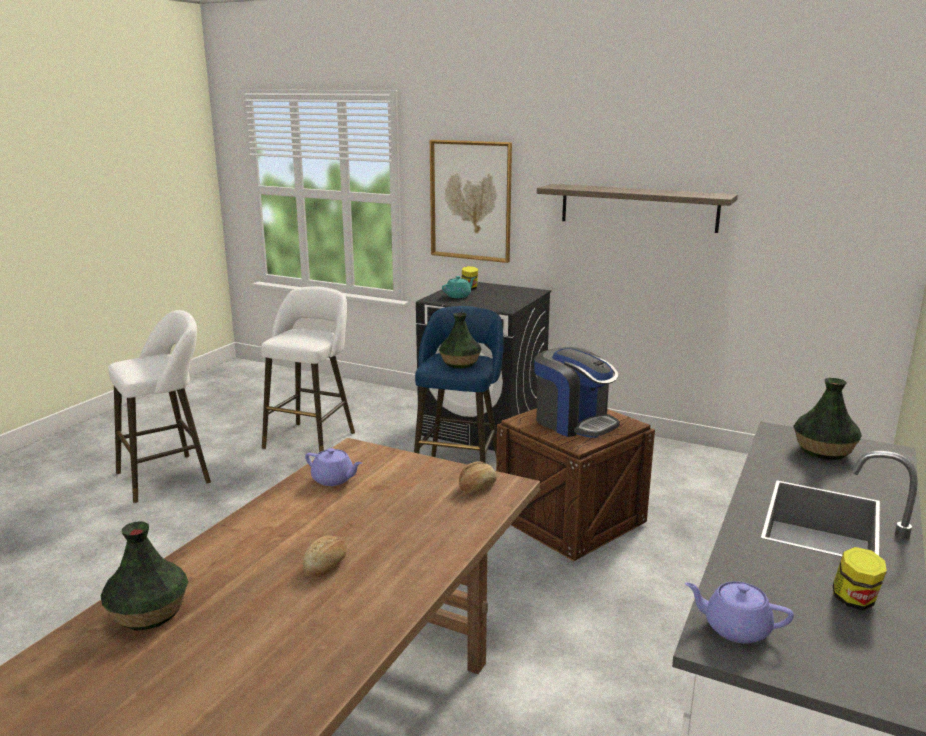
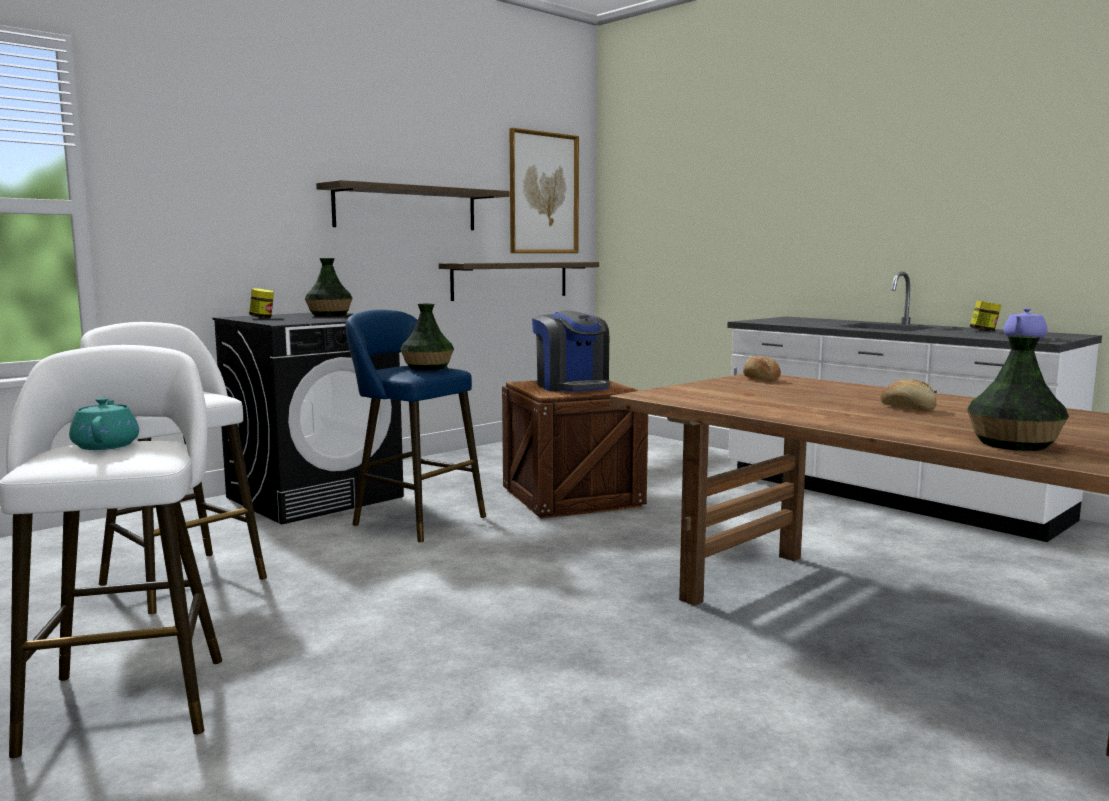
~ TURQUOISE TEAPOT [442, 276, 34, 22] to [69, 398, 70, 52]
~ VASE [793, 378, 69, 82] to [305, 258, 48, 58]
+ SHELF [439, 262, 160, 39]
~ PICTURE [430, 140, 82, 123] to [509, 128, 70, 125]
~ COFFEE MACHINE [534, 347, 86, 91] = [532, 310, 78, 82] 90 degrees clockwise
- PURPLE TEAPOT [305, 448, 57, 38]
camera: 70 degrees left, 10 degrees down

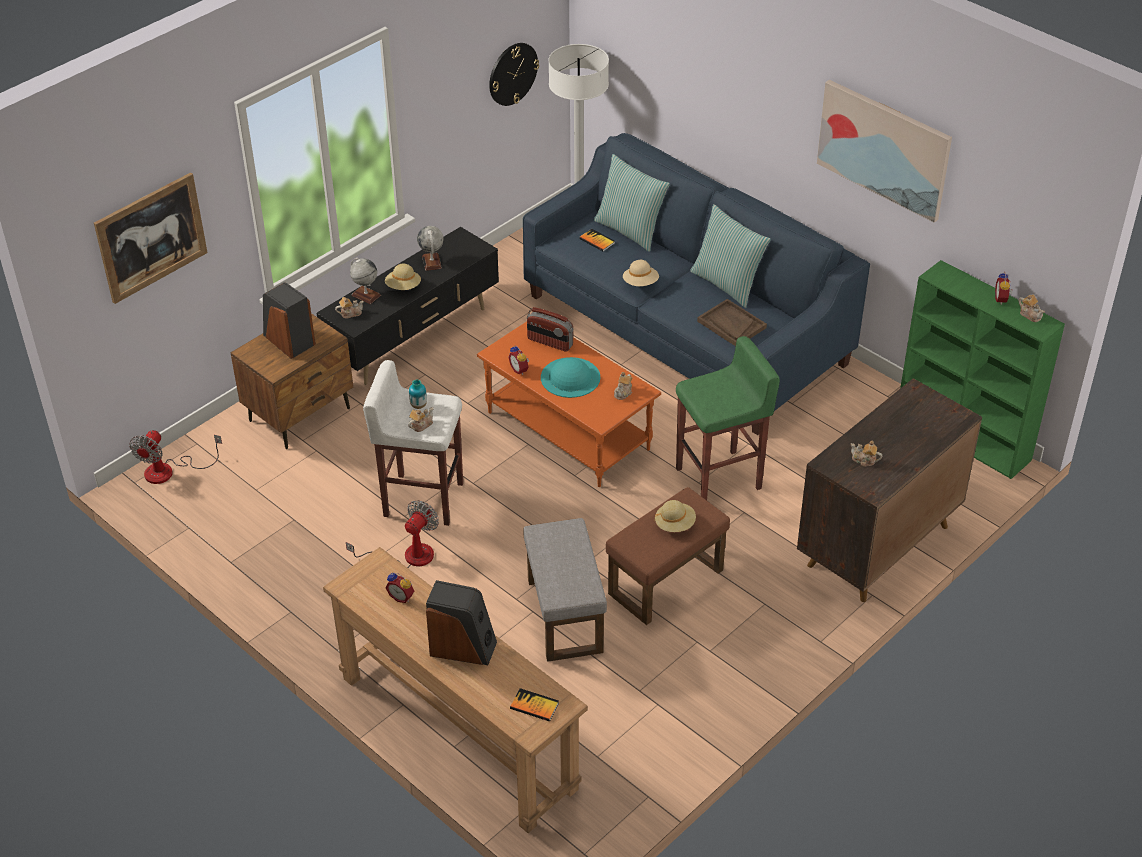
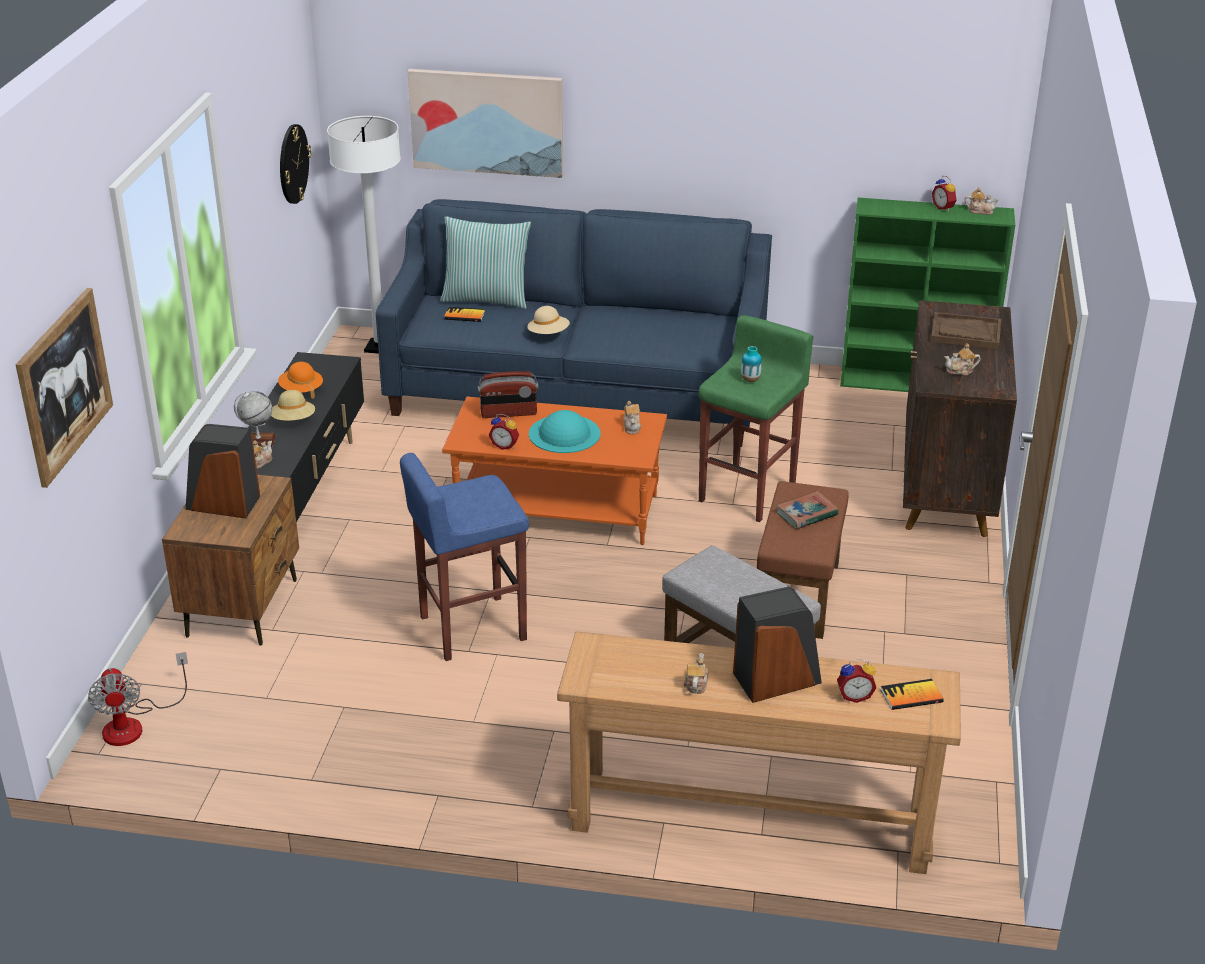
~ GLOBE [417, 226, 27, 45] to ORANGE HAT [278, 362, 45, 37]
~ WHITE STOOL [363, 360, 100, 166] to BLUE STOOL [400, 453, 129, 208]
~ PICTURE [817, 80, 135, 143] to [408, 69, 155, 109]
~ TEAPOT [408, 407, 25, 25] to [684, 653, 25, 41]
~ VASE [409, 380, 18, 29] to [741, 346, 21, 36]
~ BEIGE HAT [654, 500, 42, 32] to BOOK [776, 491, 63, 38]
~ ALARM CLOCK [386, 572, 28, 31] to [837, 659, 39, 44]
~ BROWN TRAY [697, 299, 70, 47] to [931, 312, 70, 37]
- FAN [346, 500, 93, 68]
- PILLOW [690, 204, 81, 104]
camera: 35 degrees left, 10 degrees down

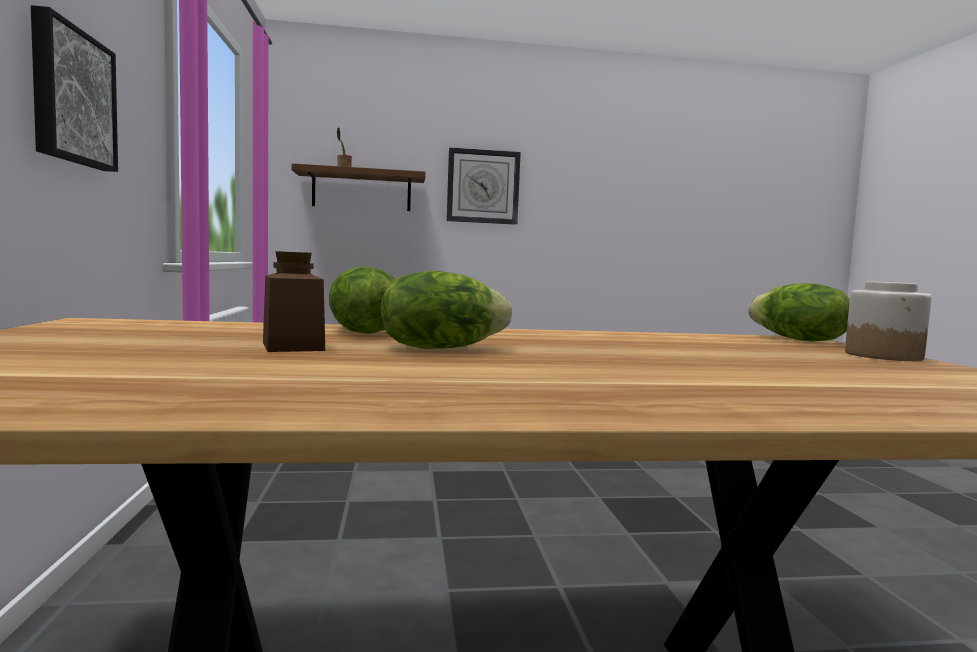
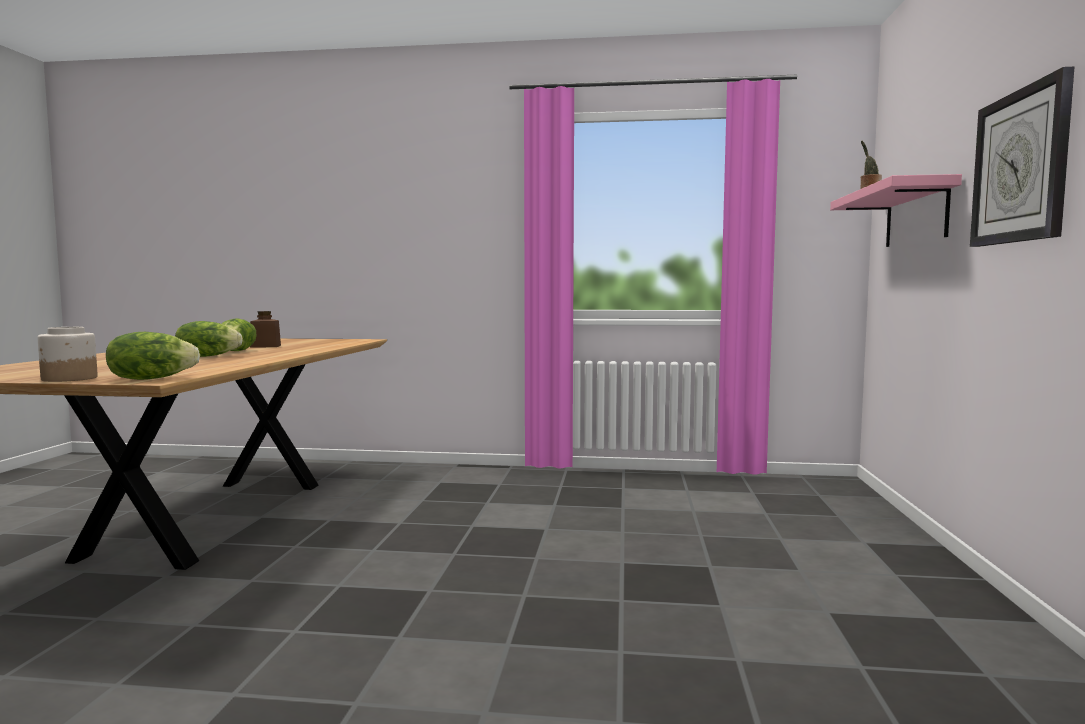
~ LETTUCE [329, 266, 66, 68] to [175, 321, 68, 36]
~ BROWN SHELF [292, 163, 134, 48] to PINK SHELF [830, 174, 132, 73]
- PICTURE [31, 5, 87, 167]
camera: 105 degrees right, 0 degrees up

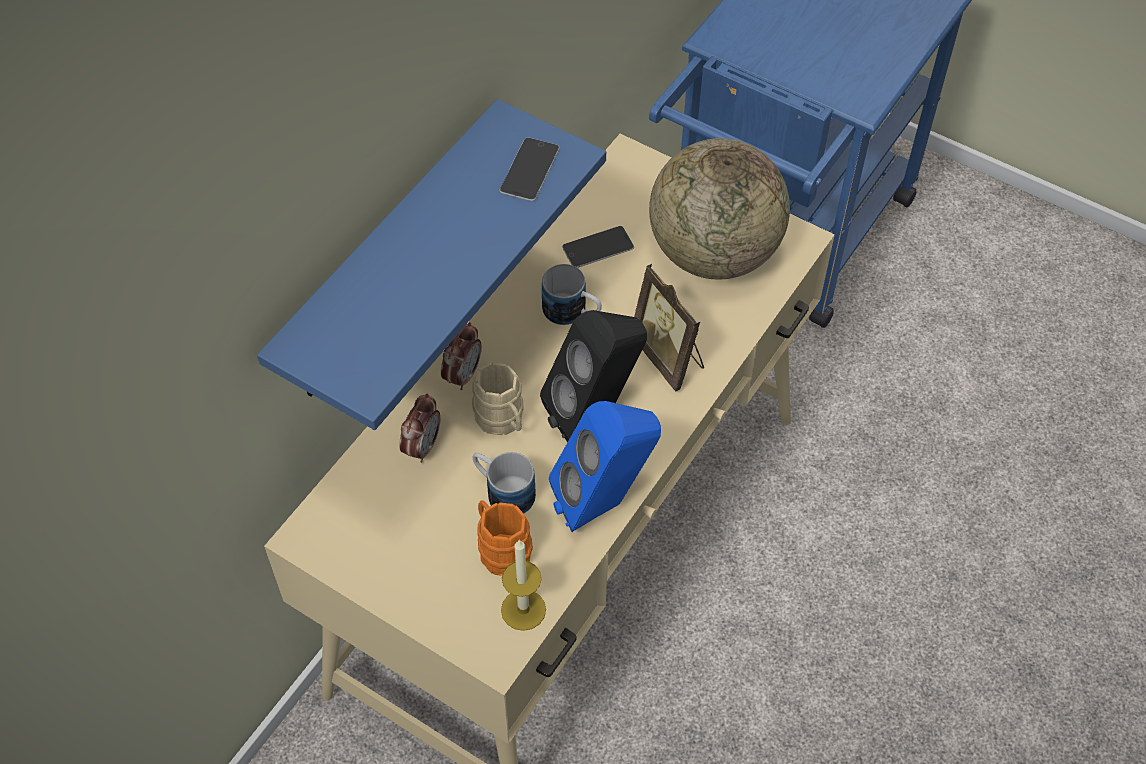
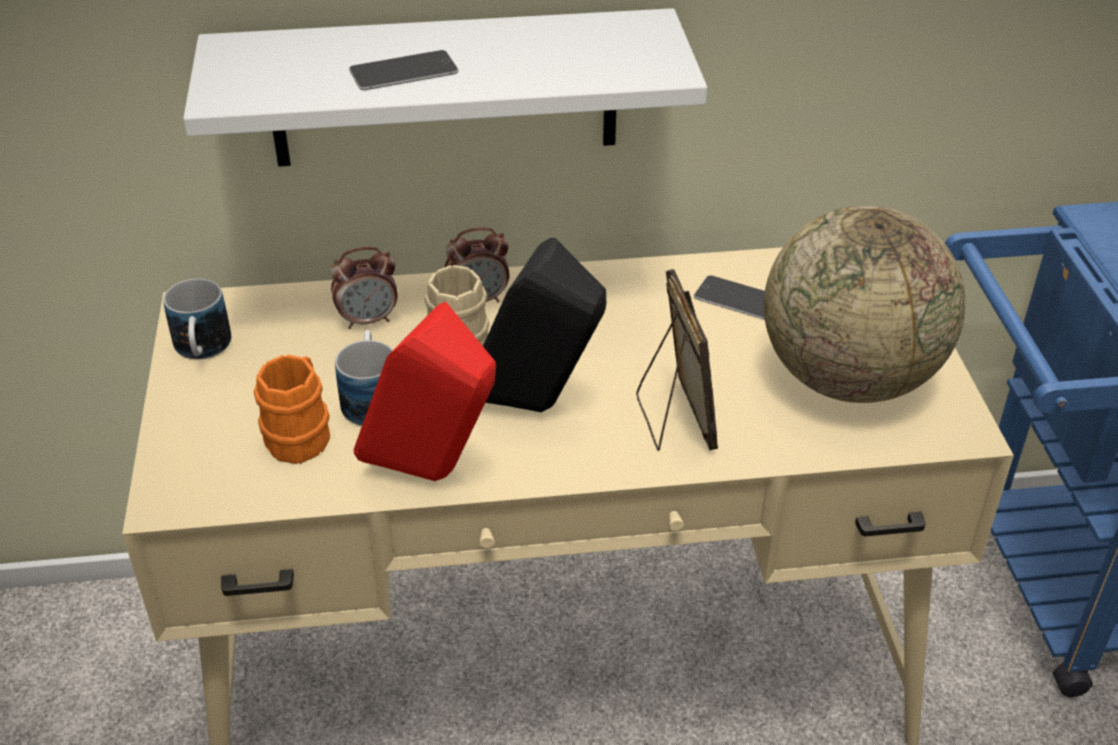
~ MUG [542, 264, 60, 61] to [163, 278, 69, 82]
~ BLUE SHELF [257, 99, 349, 331] to WHITE SHELF [183, 8, 524, 159]
~ PHONE [500, 138, 60, 63] to [349, 50, 110, 40]
~ BLUE SPEAKER [549, 401, 112, 131] to RED SPEAKER [354, 302, 142, 179]
~ PICTURE FRAME [634, 264, 70, 127] = [636, 269, 82, 182] 150 degrees clockwise
- CANDLE [501, 539, 45, 92]
camera: 50 degrees right, 15 degrees down

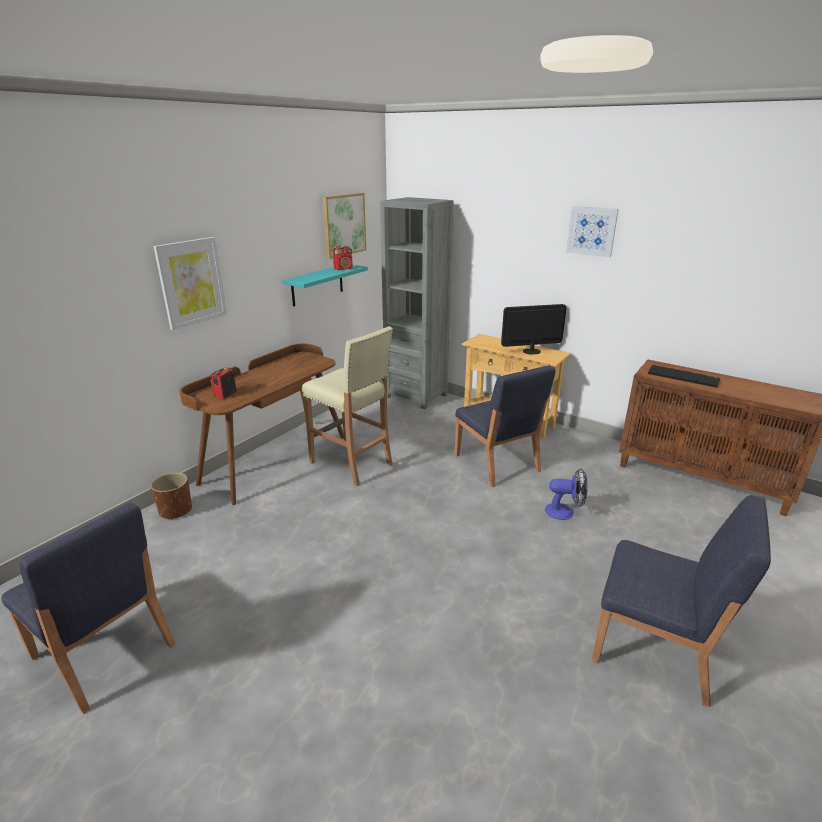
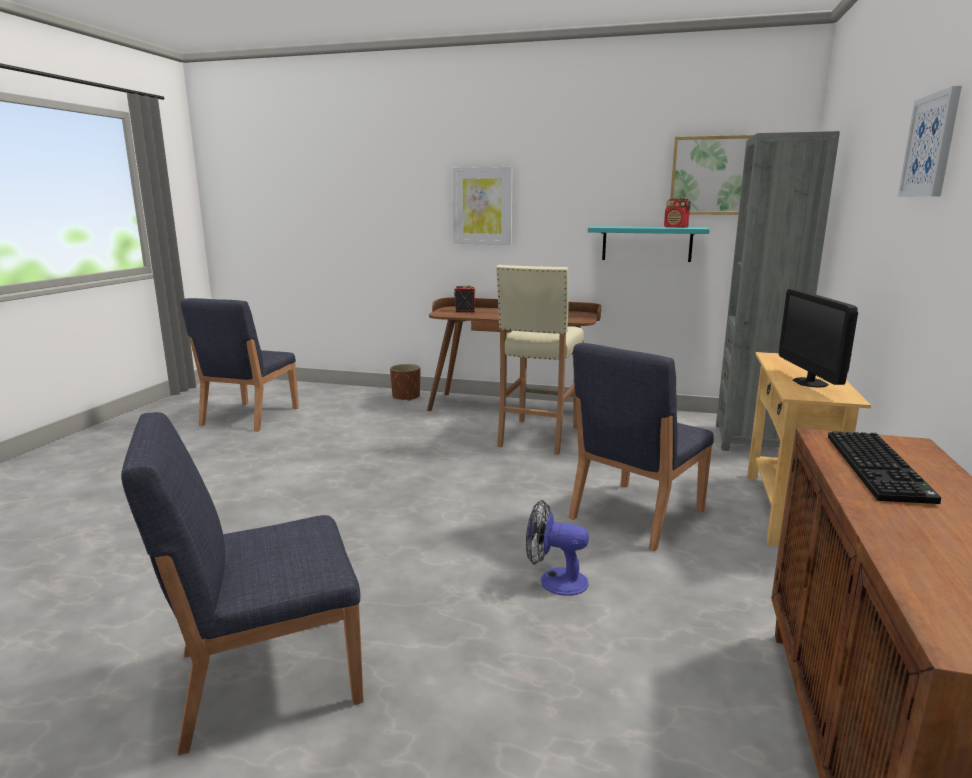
~ BLUE CHAIR [592, 495, 179, 212] = [121, 412, 243, 343] 60 degrees clockwise
~ FAN [545, 468, 43, 52] = [526, 500, 63, 96] 120 degrees clockwise
~ MONITOR [501, 304, 66, 51] = [779, 289, 79, 99] 150 degrees counterclockwise
camera: 70 degrees right, 10 degrees down

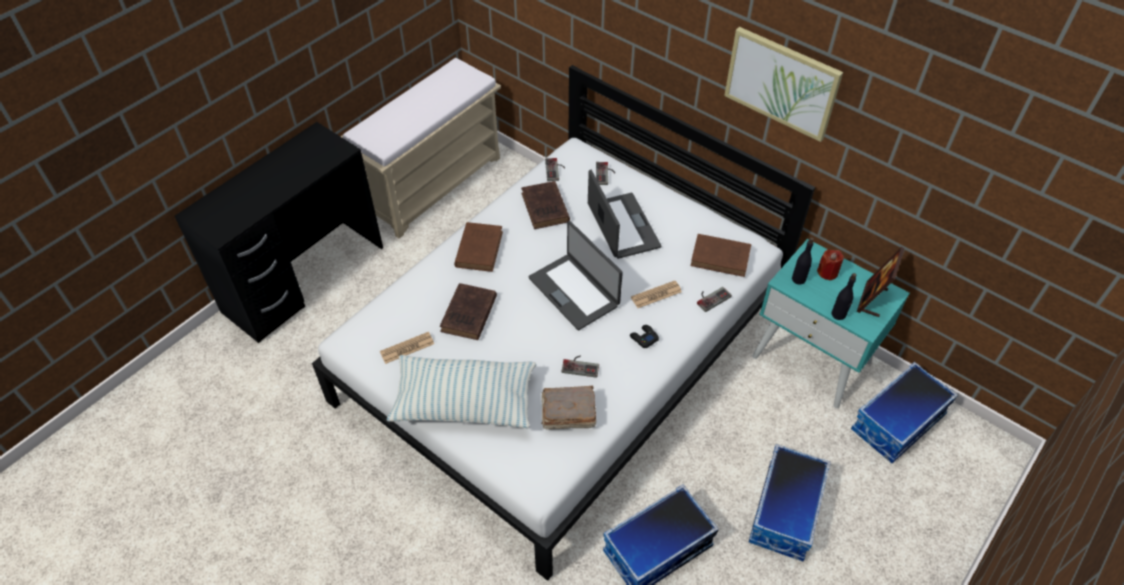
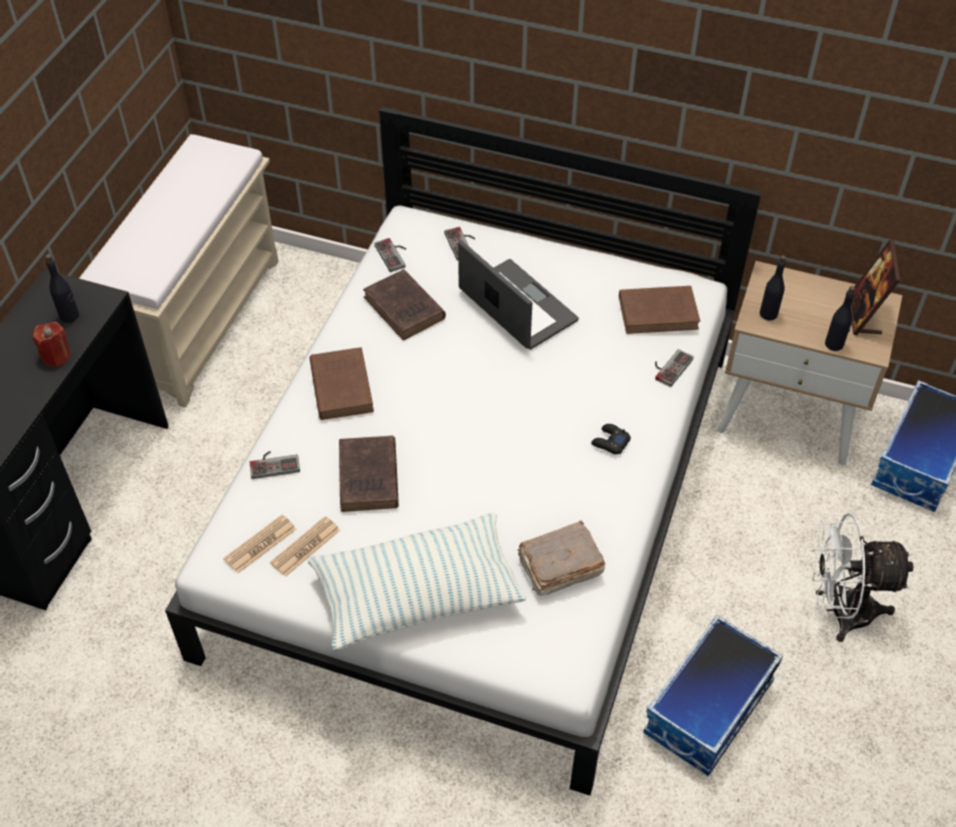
~ RED CANDLE [817, 250, 27, 31] to [32, 322, 39, 45]
+ BLACK BOTTLE [45, 254, 34, 69]
~ NEWSPAPER [631, 281, 51, 27] to [224, 515, 72, 58]
~ GAME CONTROLLER [561, 355, 38, 23] to [250, 451, 50, 28]
~ TURQUOISE NIGHTSTAND [752, 239, 158, 169] to BEIGE NIGHTSTAND [717, 261, 186, 204]
~ STORAGE BOX [749, 444, 82, 117] to WHITE FAN [812, 513, 101, 129]
- LAPTOP [529, 221, 94, 109]
- PICTURE [724, 27, 119, 115]
camera: 20 degrees left, 0 degrees up

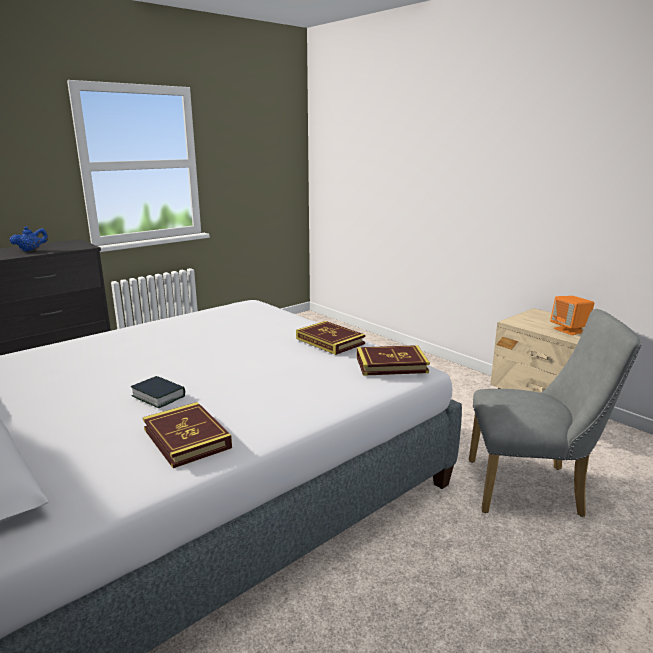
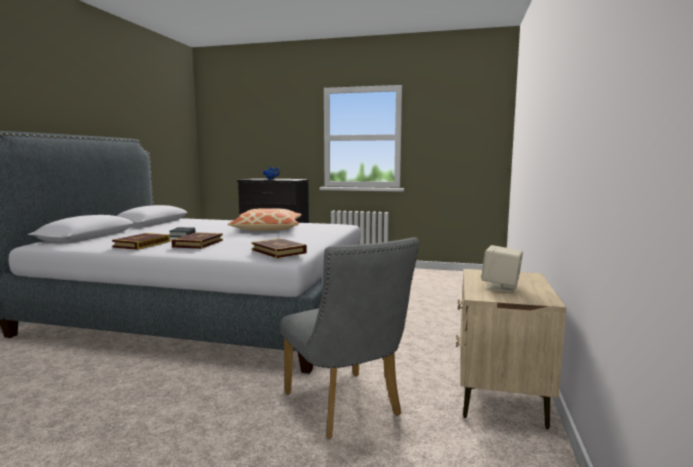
~ BOOK [296, 321, 69, 34] to [171, 232, 52, 17]
+ PILLOW [228, 208, 74, 23]
~ ORANGE SPEAKER [550, 296, 44, 39] to BEIGE SPEAKER [481, 245, 42, 47]
camera: 55 degrees right, 10 degrees down

